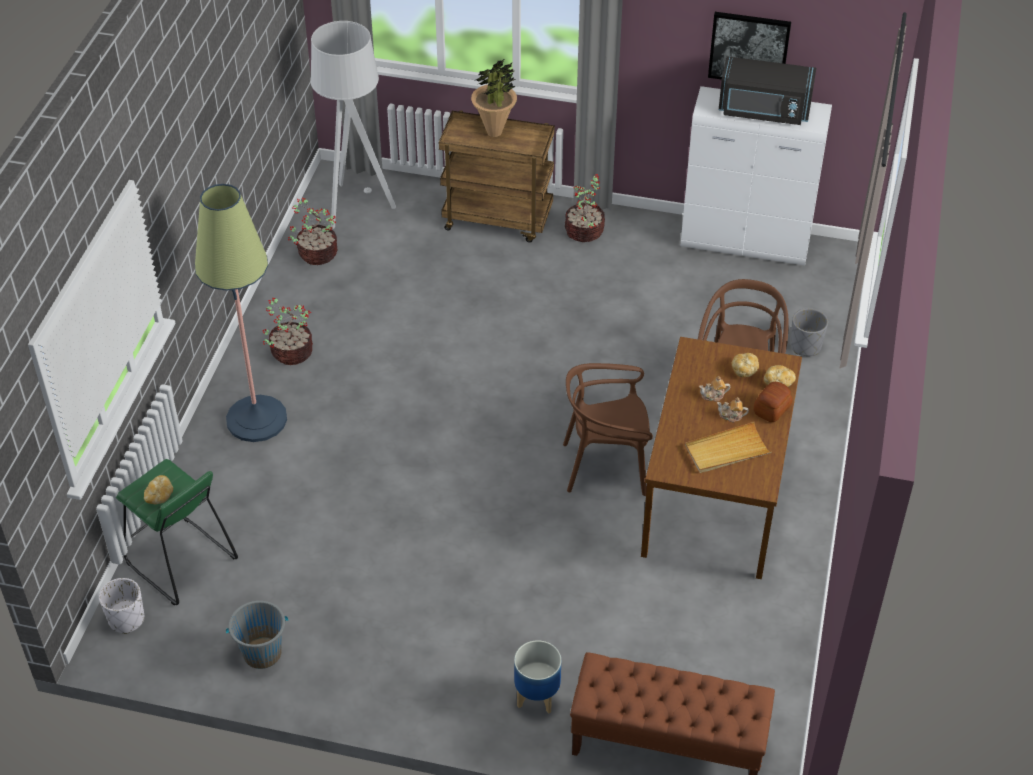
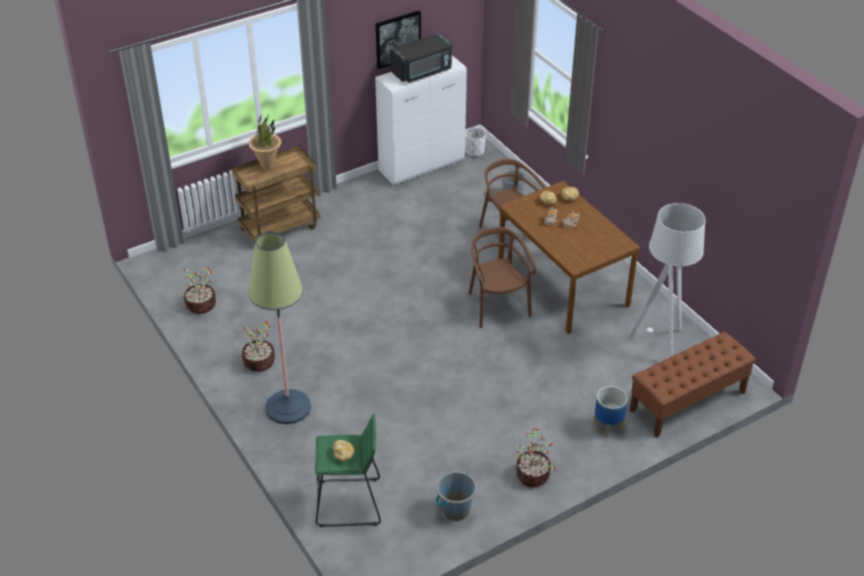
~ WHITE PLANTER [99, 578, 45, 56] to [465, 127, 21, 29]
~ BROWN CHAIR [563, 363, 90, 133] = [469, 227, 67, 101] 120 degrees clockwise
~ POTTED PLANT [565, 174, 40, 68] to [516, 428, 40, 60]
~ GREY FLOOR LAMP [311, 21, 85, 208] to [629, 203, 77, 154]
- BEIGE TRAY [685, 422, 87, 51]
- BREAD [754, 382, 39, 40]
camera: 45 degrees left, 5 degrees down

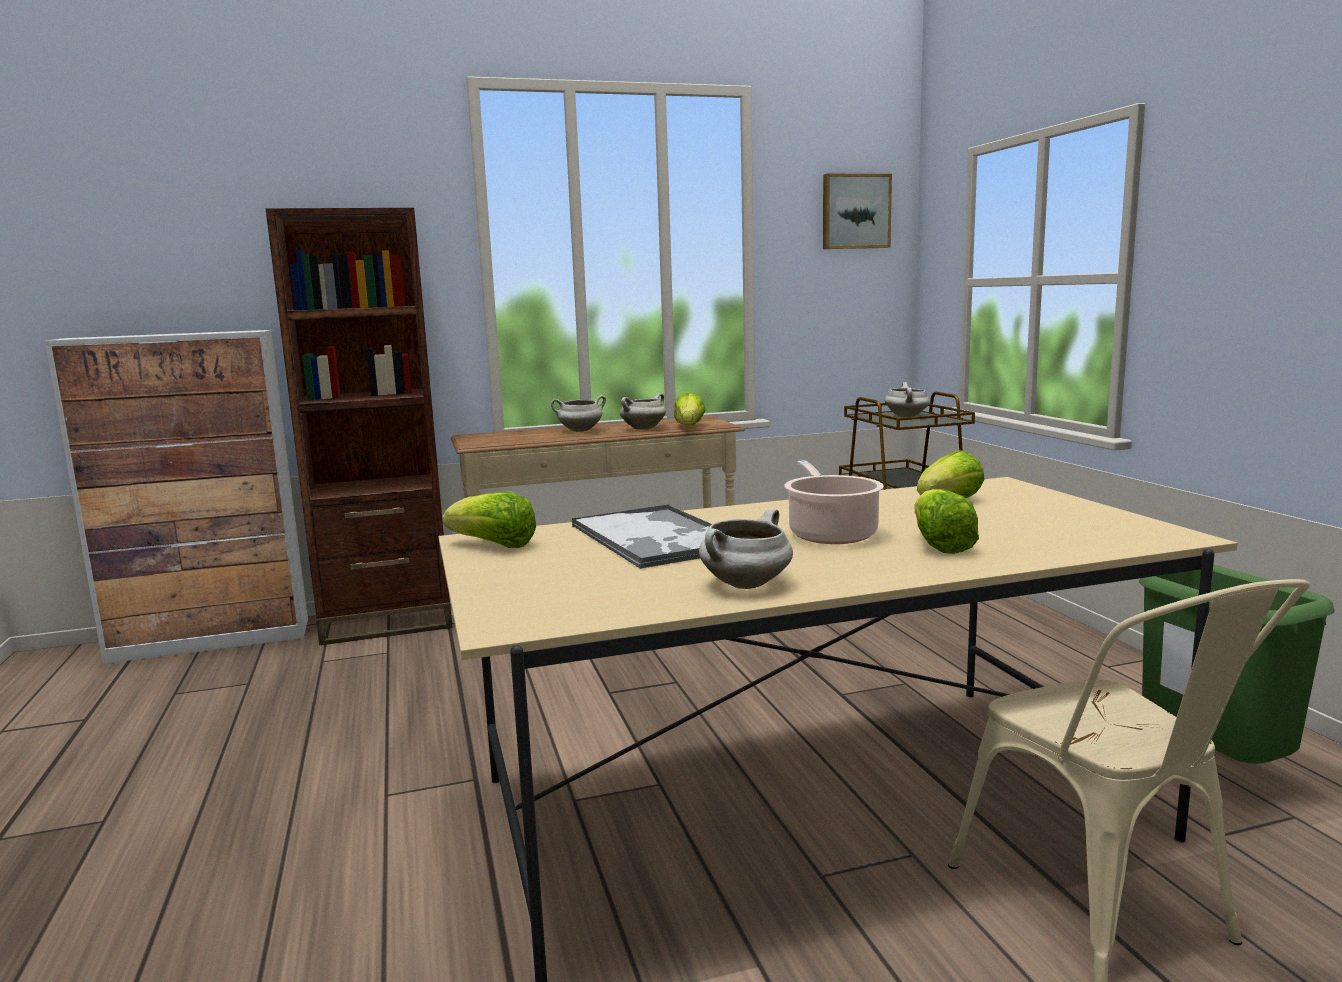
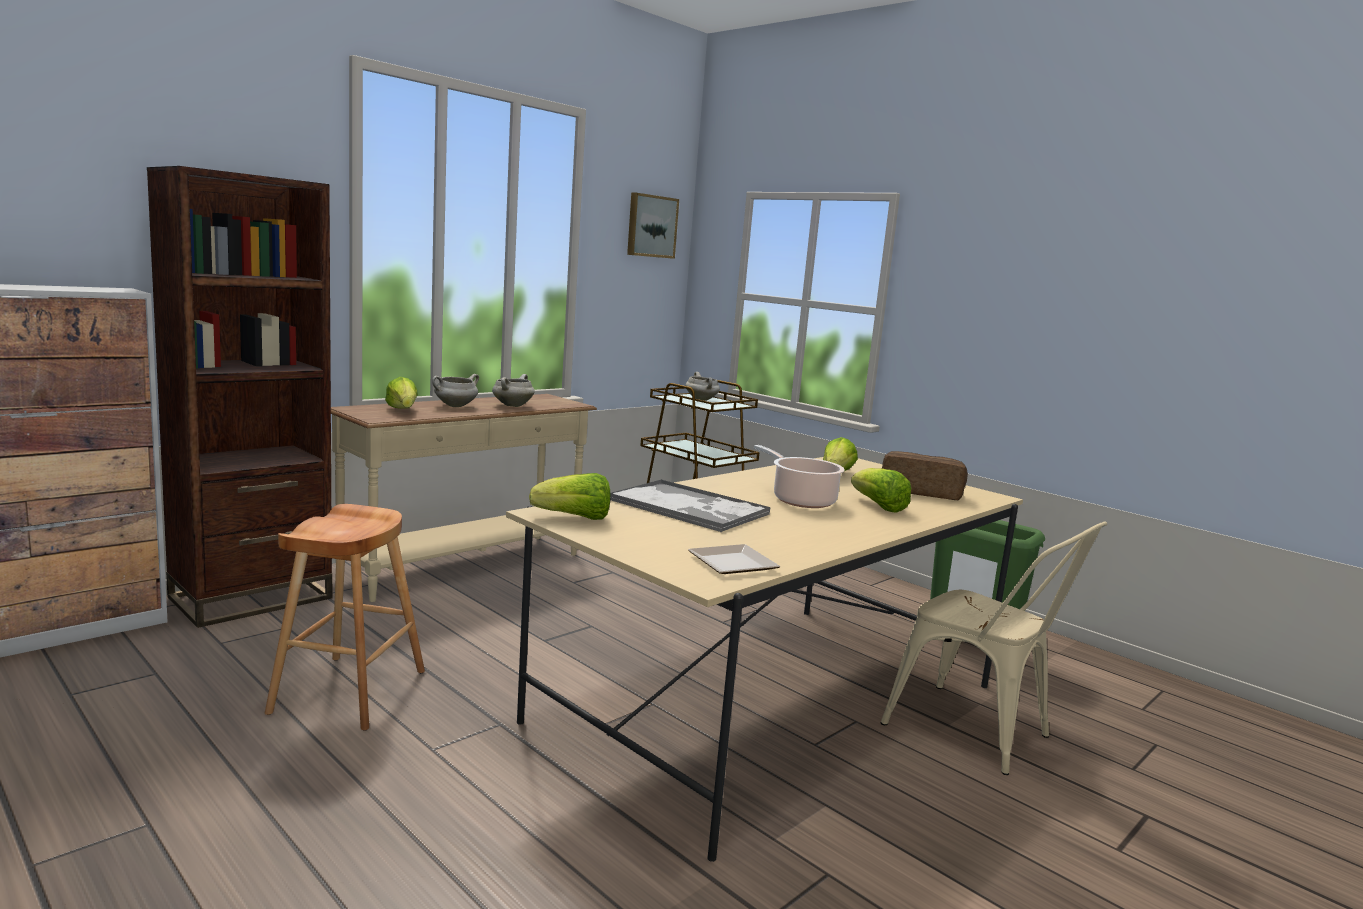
+ BROWN STOOL [265, 504, 160, 227]
~ LETTUCE [674, 393, 32, 32] to [385, 377, 33, 32]
+ PLATE [688, 544, 92, 30]
+ BREAD [882, 451, 86, 49]
- WHITE COOKING POT [699, 508, 94, 81]
camera: 30 degrees left, 0 degrees up

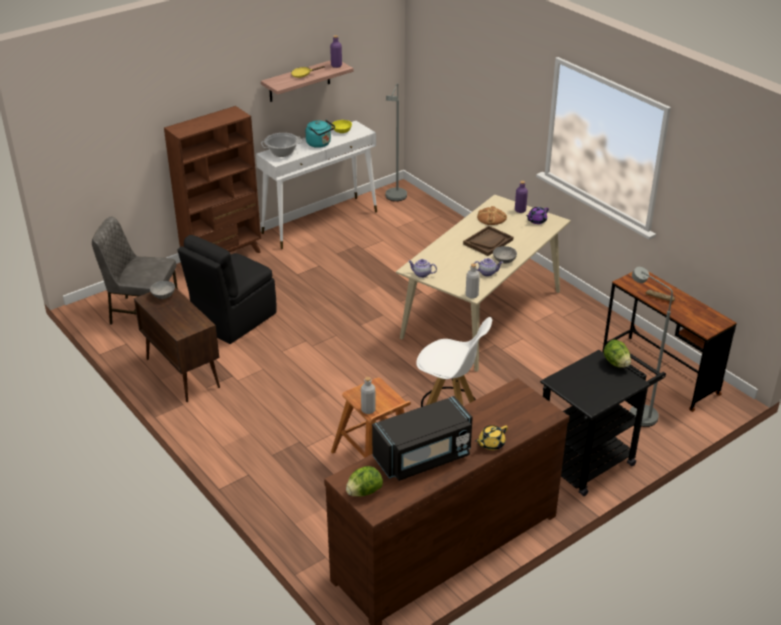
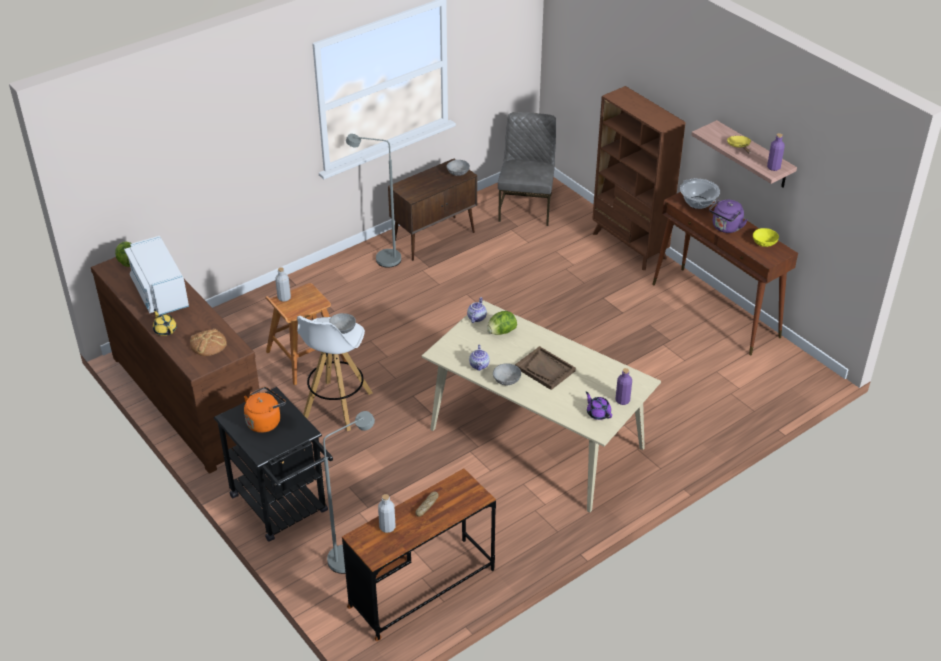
~ BLACK MICROWAVE [372, 396, 101, 85] to WHITE MICROWAVE [124, 236, 65, 79]
~ BREAD [477, 206, 30, 19] to [190, 329, 37, 27]
+ ORANGE KETTLE [244, 387, 41, 46]
+ GREY BOWL [329, 313, 27, 21]
~ GREY FLOOR LAMP [386, 83, 21, 118] to [346, 134, 55, 134]
~ GREY BOTTLE [466, 263, 14, 36] to [378, 494, 17, 39]
~ LETTUCE [604, 339, 27, 29] to [487, 311, 30, 24]
~ WHITE CONSOLE TABLE [256, 121, 121, 128] to BROWN CONSOLE TABLE [652, 192, 146, 163]
~ TURQUOISE KETTLE [306, 120, 29, 28] to PURPLE KETTLE [709, 199, 38, 34]
- BLACK CHAIR [178, 235, 98, 109]
camera: 90 degrees right, 5 degrees up

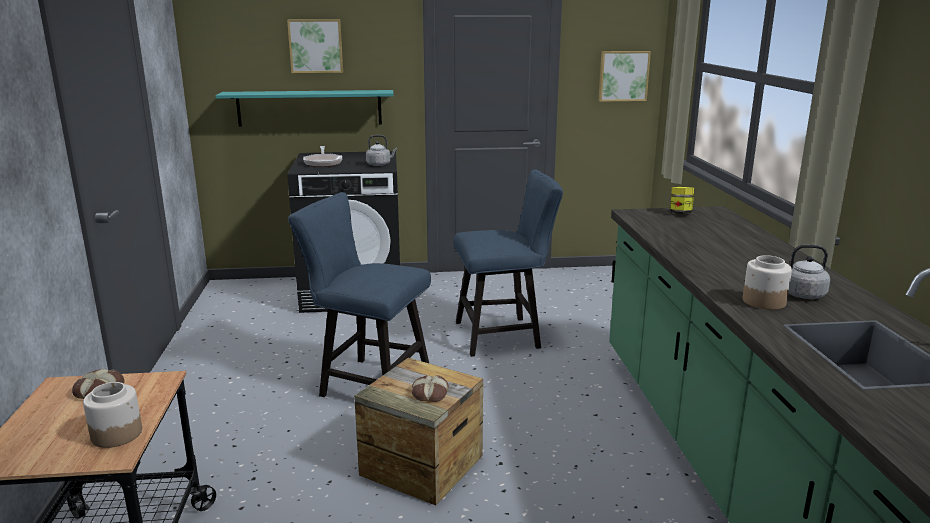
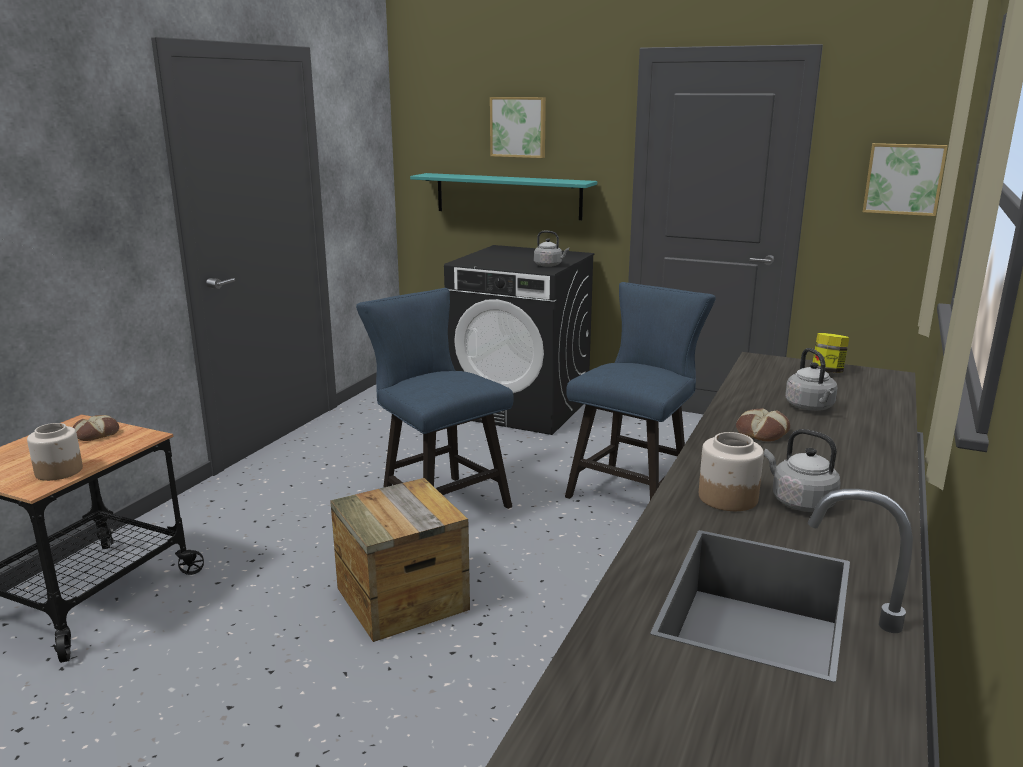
~ BLUE CHAIR [453, 169, 110, 188] = [565, 282, 151, 218] 75 degrees counterclockwise
~ BREAD [412, 375, 37, 27] to [736, 408, 54, 34]
+ GREY KETTLE [785, 348, 53, 63]
- FRYING PAN [303, 146, 39, 21]
camera: 30 degrees right, 0 degrees up

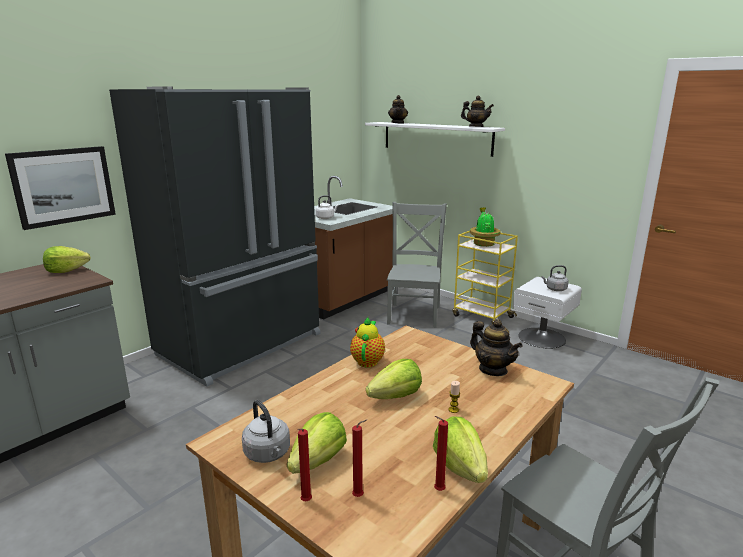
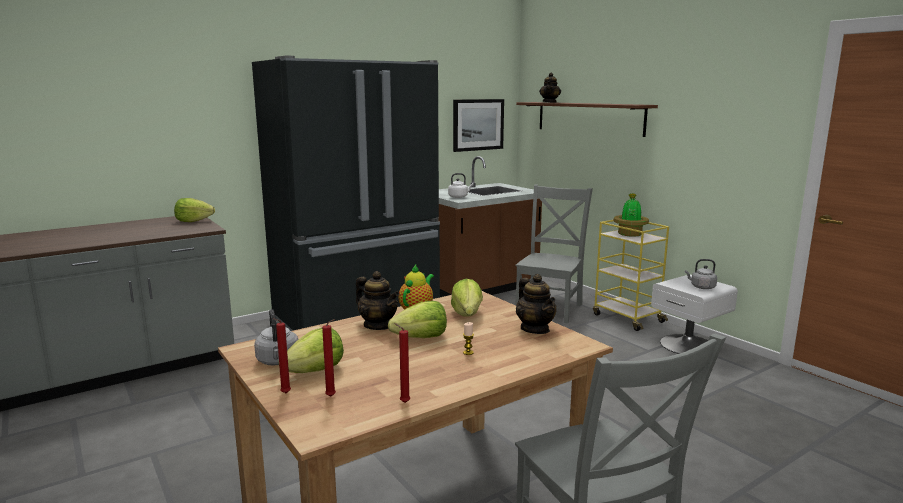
~ TEAPOT [461, 96, 33, 31] to [356, 271, 43, 59]
~ LETTUCE [433, 416, 55, 67] to [451, 279, 32, 37]
~ PICTURE [5, 146, 111, 84] to [453, 99, 51, 53]
~ WHITE SHELF [365, 122, 140, 35] to BROWN SHELF [516, 102, 142, 35]
camera: 15 degrees right, 5 degrees down

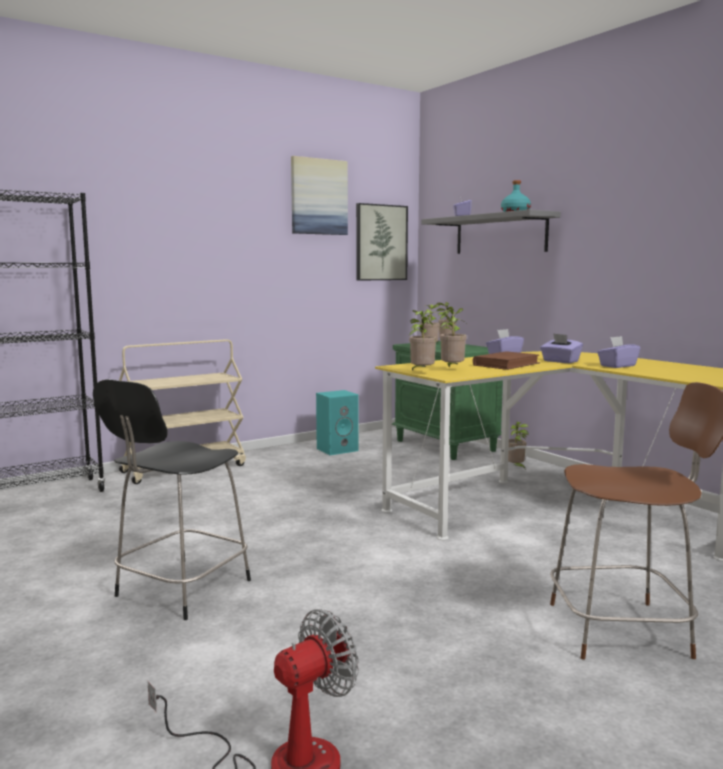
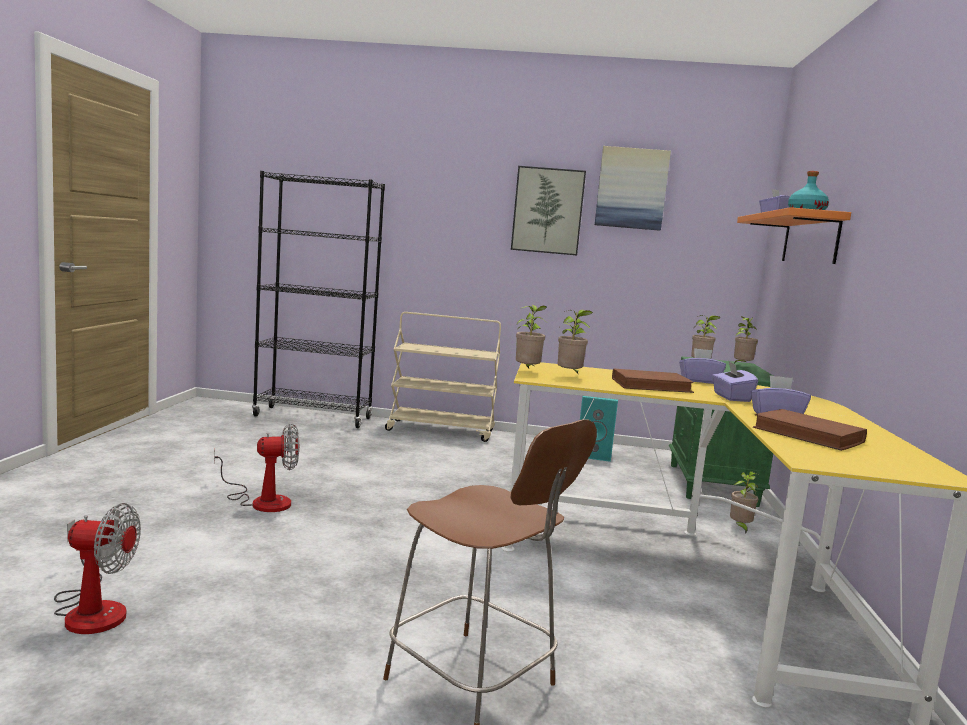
~ BLACK CHAIR [93, 379, 158, 241] to FAN [214, 423, 85, 89]
~ PICTURE [356, 203, 52, 78] to [511, 166, 75, 89]
~ GREY SHELF [421, 209, 140, 45] to ORANGE SHELF [737, 207, 114, 57]
+ BROWN BOOK [753, 409, 114, 42]
camera: 40 degrees right, 0 degrees up

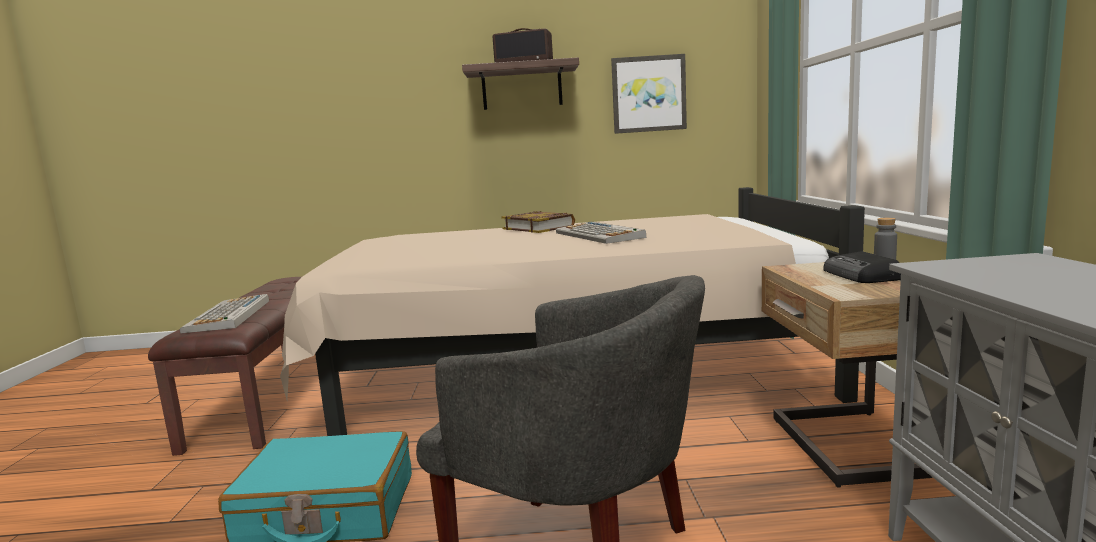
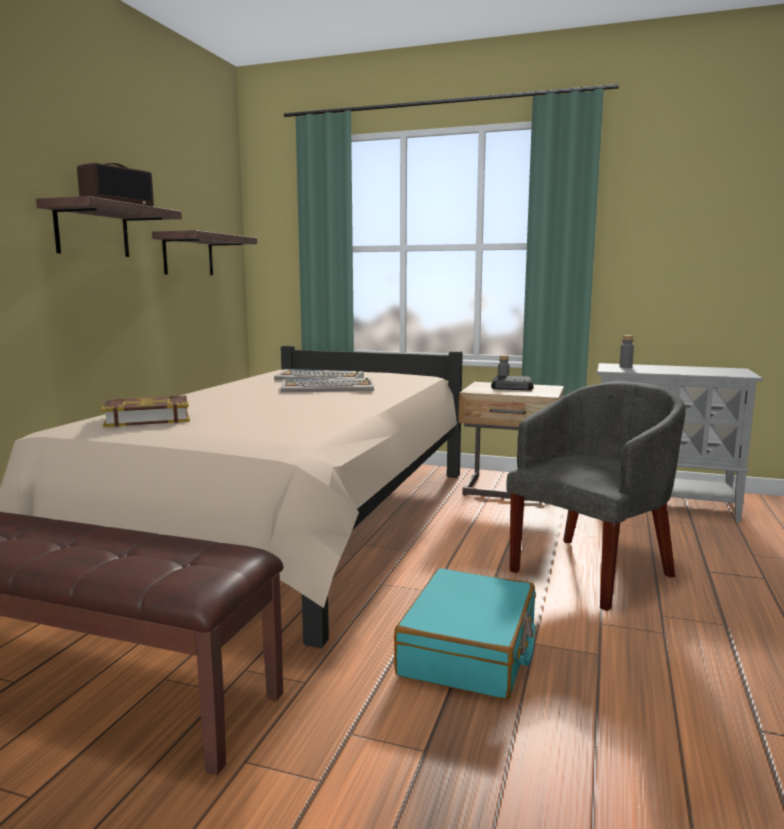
~ BOOK [501, 211, 74, 22] to [101, 395, 89, 32]
~ PICTURE [611, 54, 76, 80] to SHELF [152, 230, 105, 45]
~ KEYBOARD [179, 294, 90, 39] to [274, 369, 90, 11]
+ GREY BOTTLE [619, 335, 15, 33]
camera: 70 degrees left, 0 degrees up

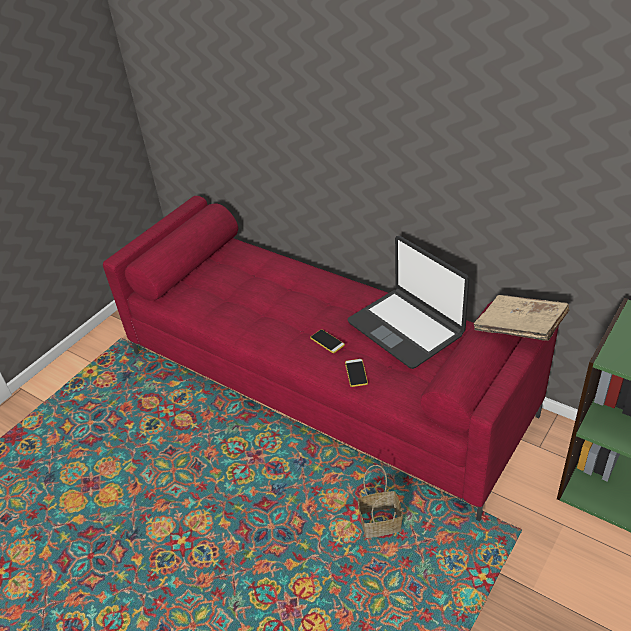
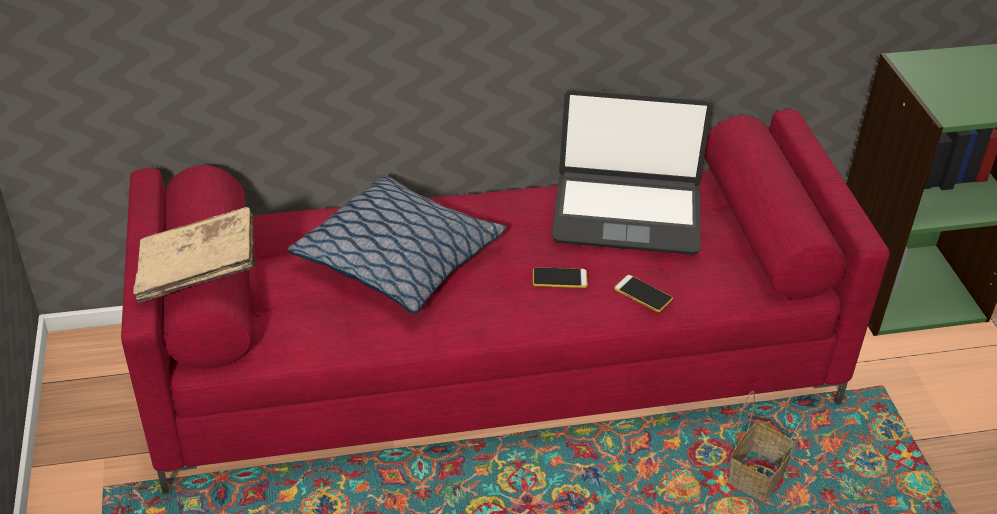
~ BEIGE BOOK [474, 295, 95, 46] to [133, 207, 122, 96]
+ PILLOW [288, 174, 218, 140]
camera: 50 degrees left, 0 degrees up

